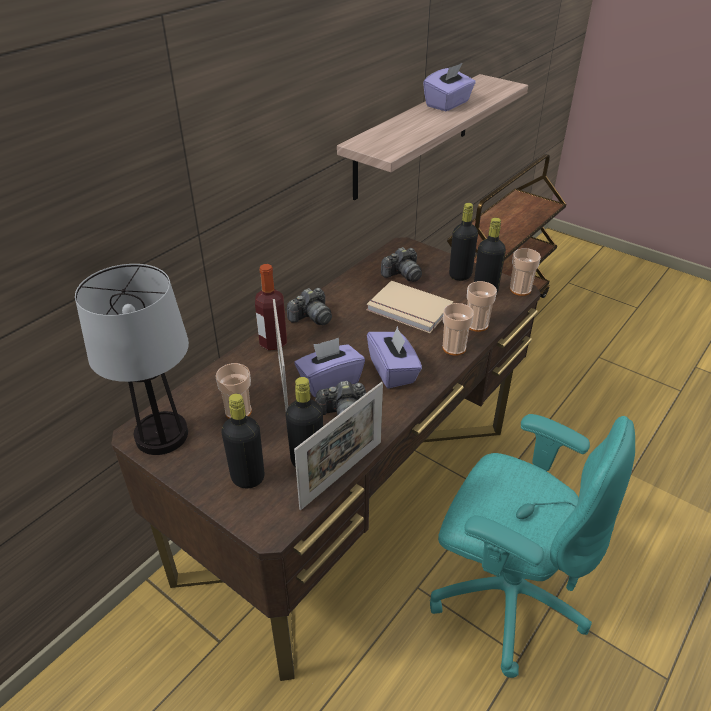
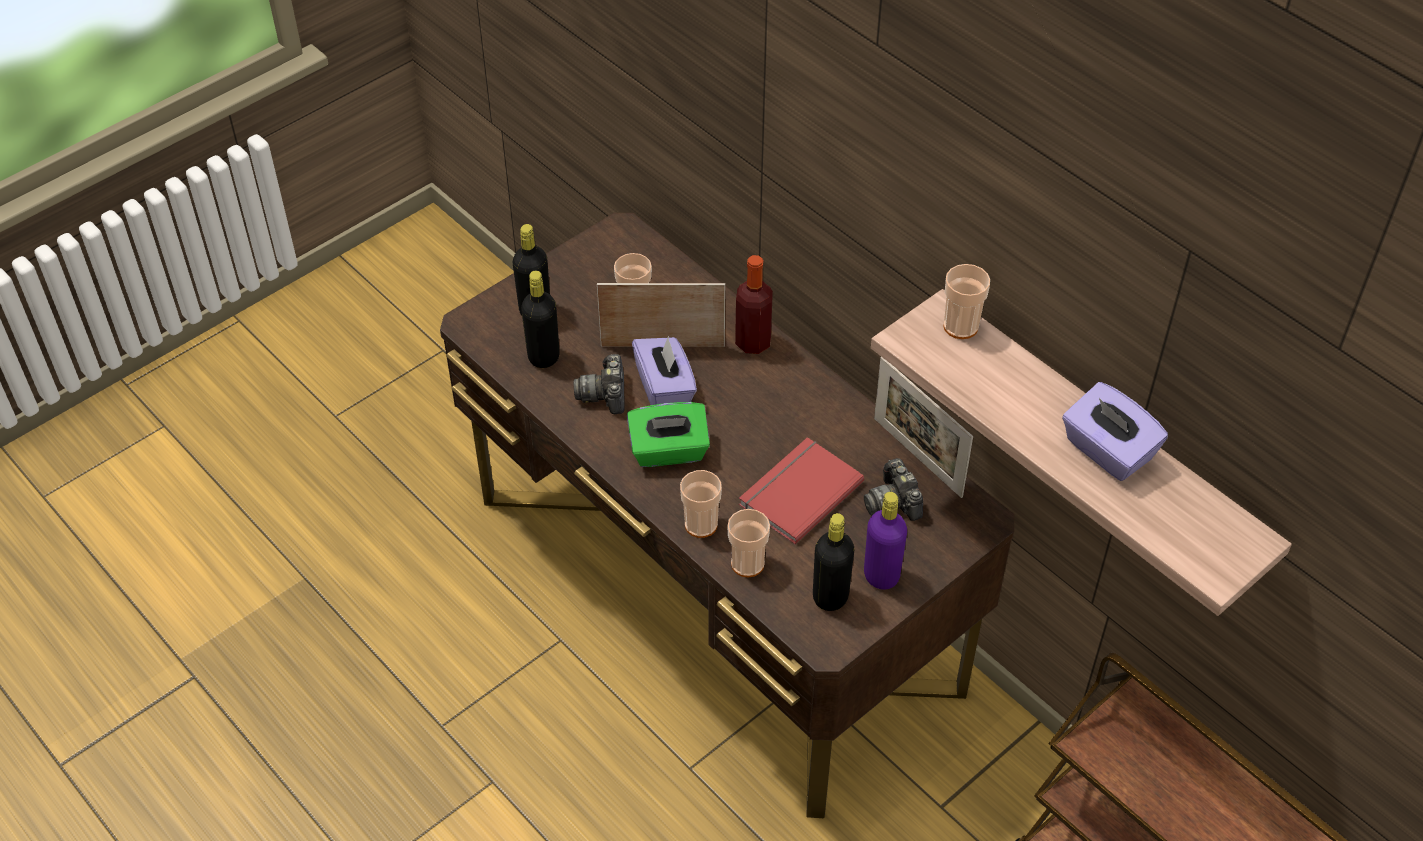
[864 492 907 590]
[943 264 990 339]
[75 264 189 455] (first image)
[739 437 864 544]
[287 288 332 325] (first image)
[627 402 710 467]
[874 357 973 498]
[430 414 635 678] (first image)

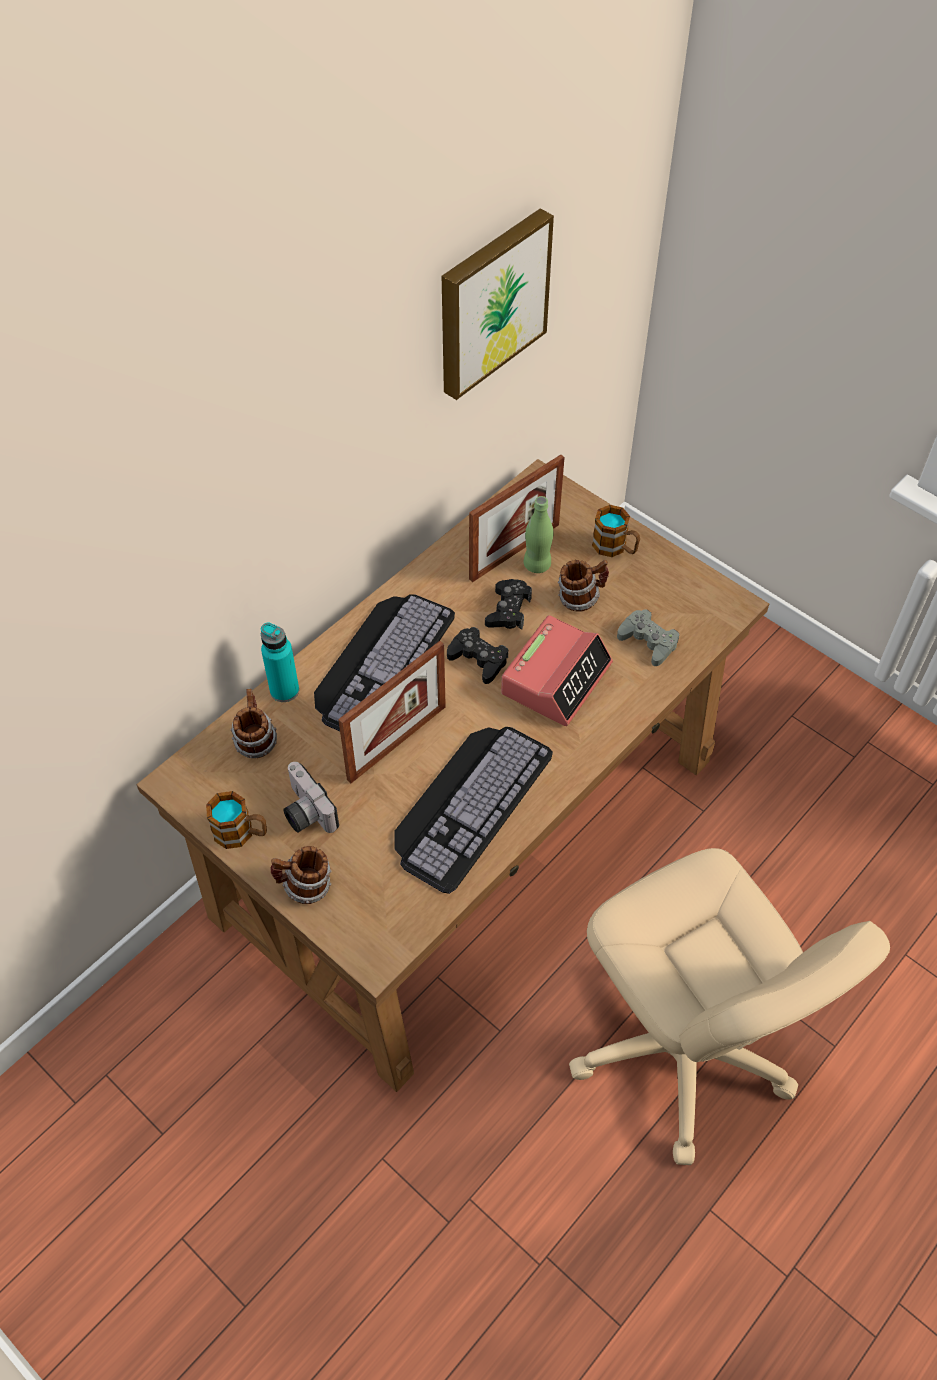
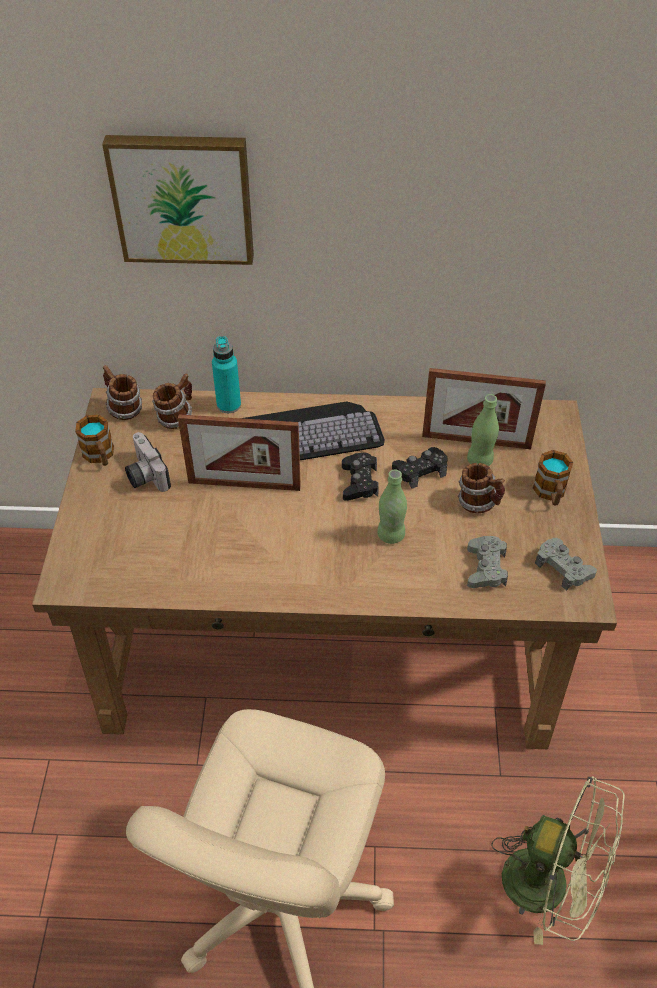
[102 135 254 265]
[377 469 407 544]
[394 727 553 894] (first image)
[125 432 171 492]
[103 365 142 420]
[535 538 597 591]
[491 776 625 945]

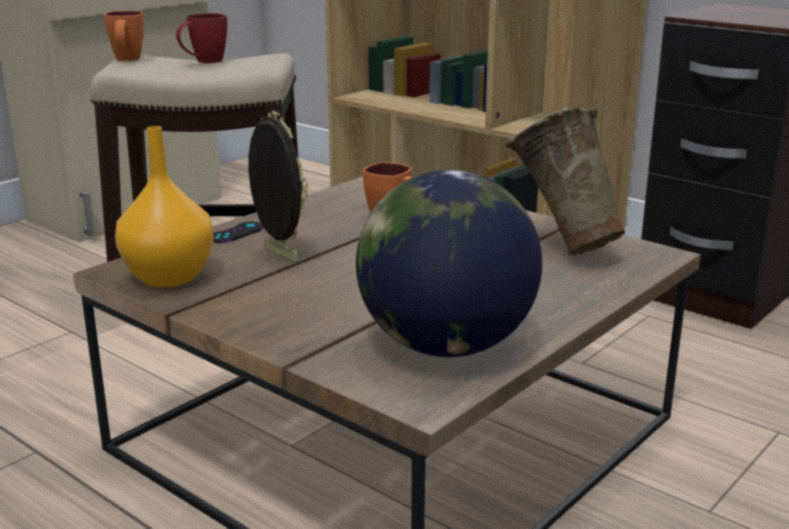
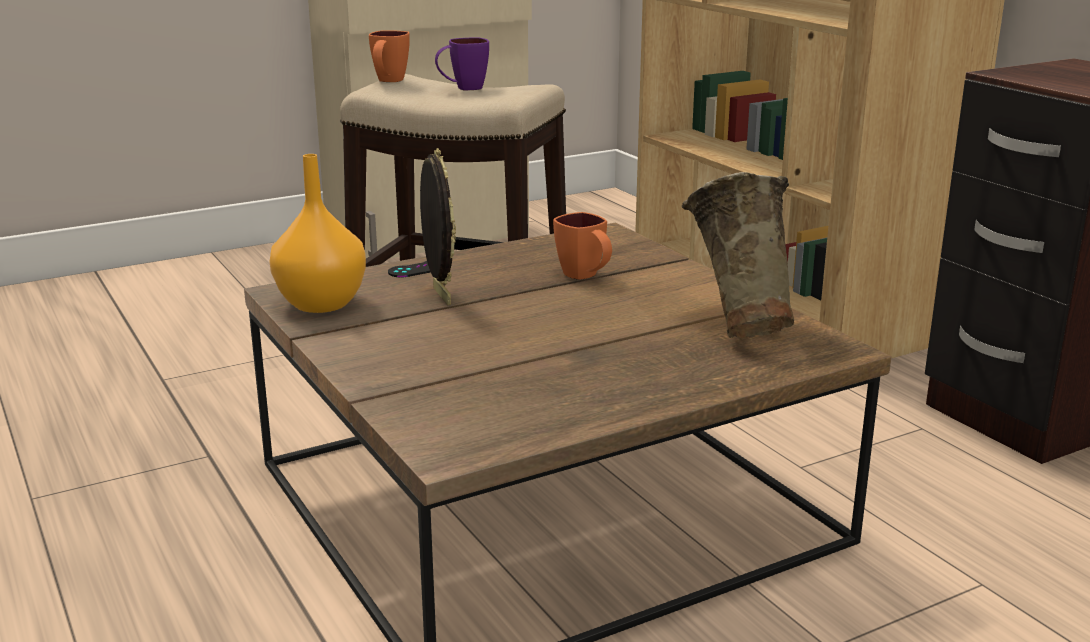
[435 38 489 90]
[356 170 542 357] (first image)

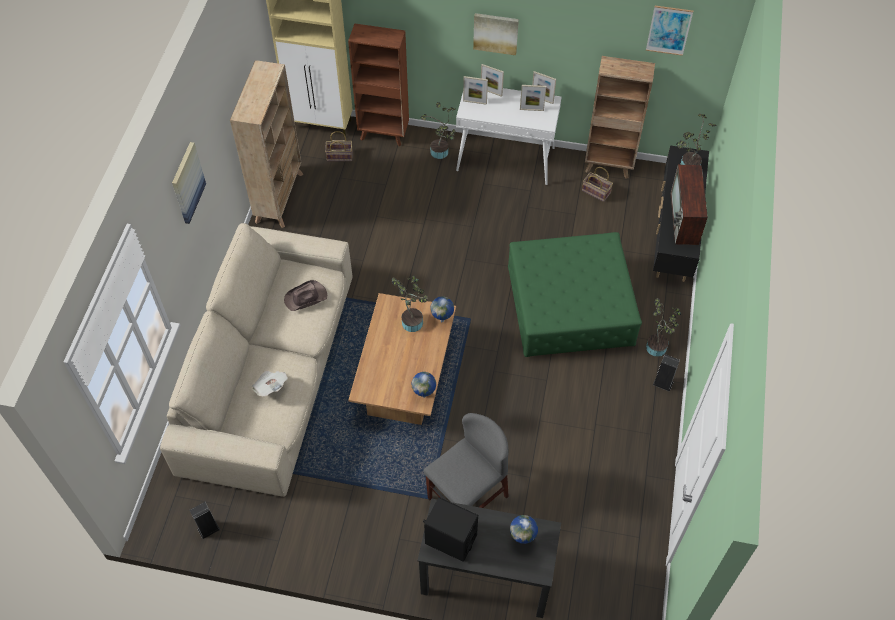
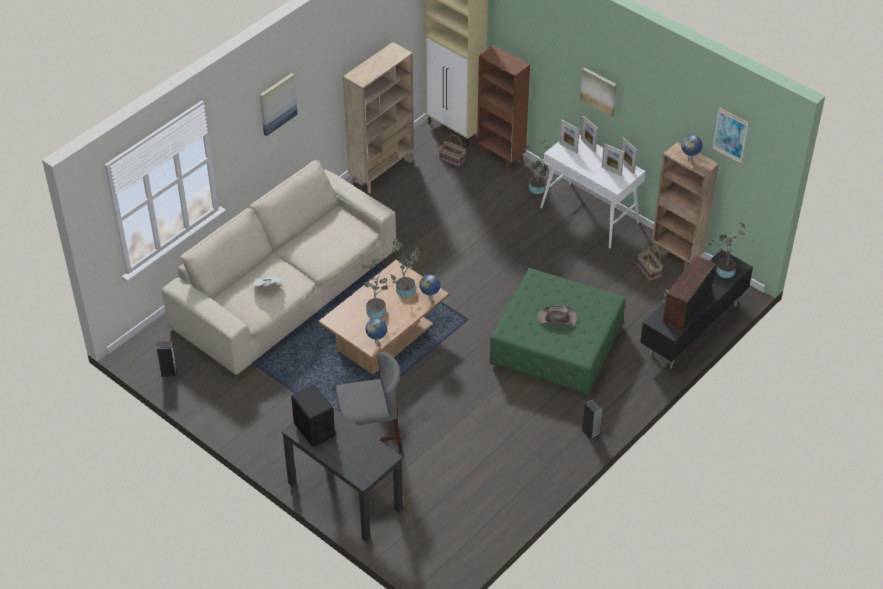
[538 306 577 326]
[362 258 398 319]
[681 135 702 162]

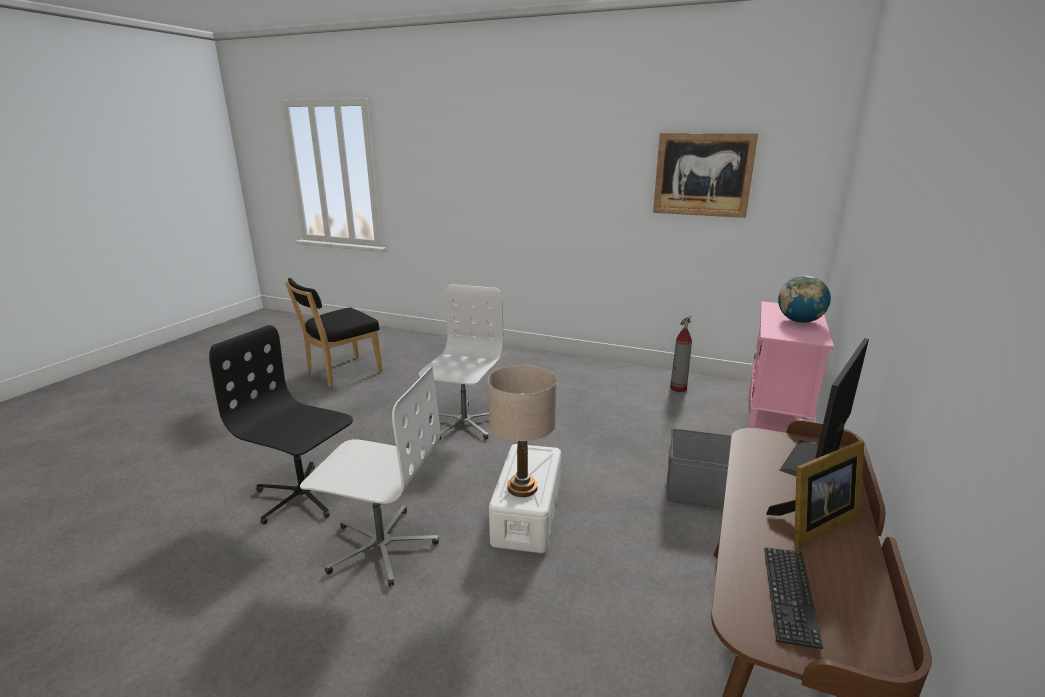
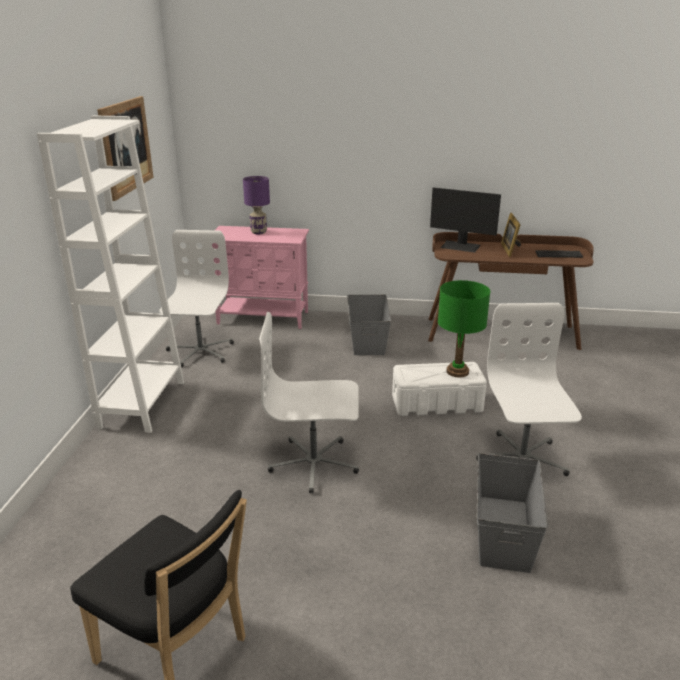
[243 176 270 234]
[159 230 234 367]
[477 453 548 573]
[438 280 491 378]
[501 213 521 257]
[37 116 184 433]

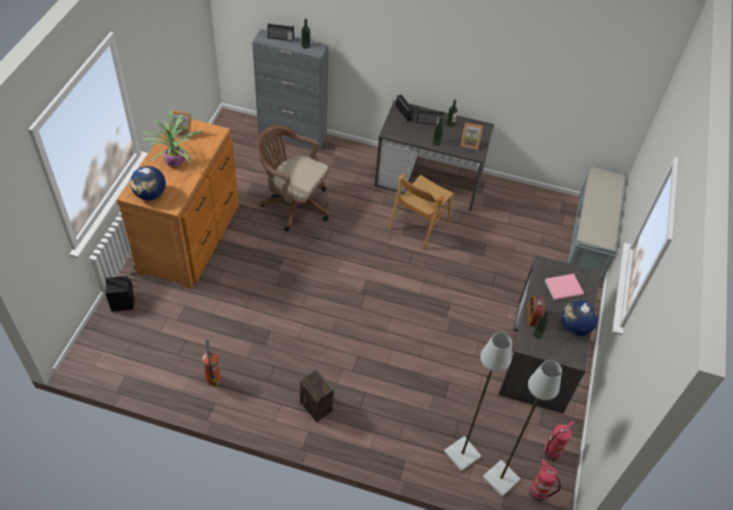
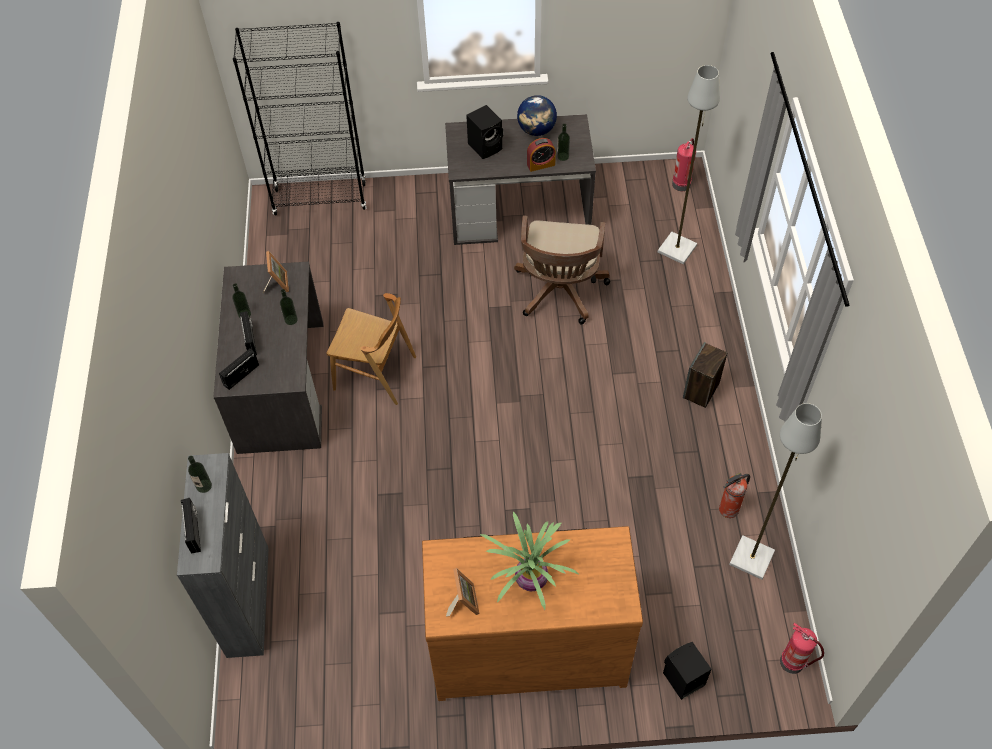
[514 215 610 324]
[130 166 166 200] (first image)
[233 22 366 215]
[466 105 503 159]
[729 403 822 580]
[780 623 824 674]

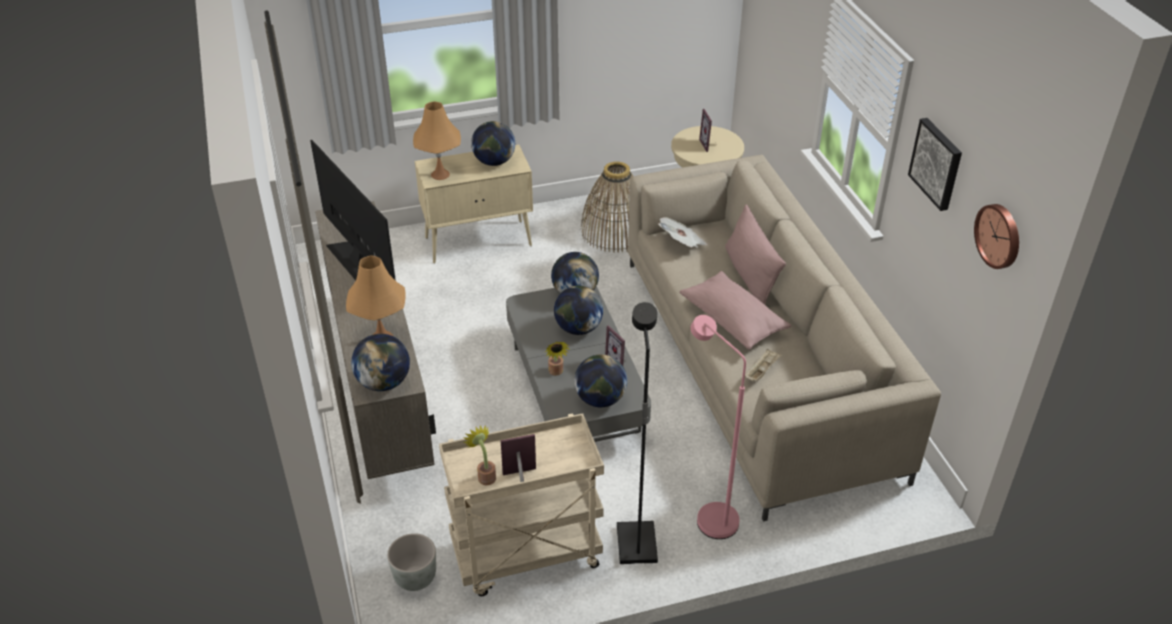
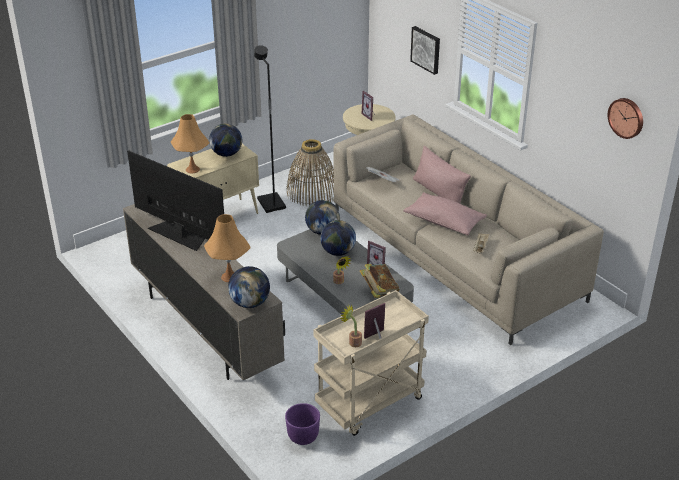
[410 26 440 75]
[254 45 286 213]
[690 315 746 539] (first image)
[360 264 399 298]
[285 403 320 445]

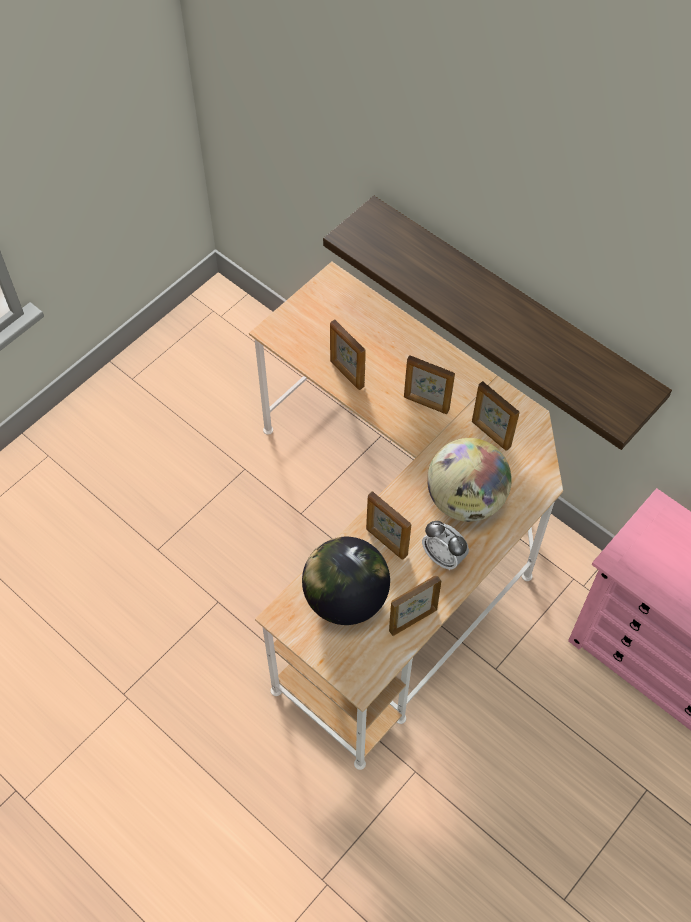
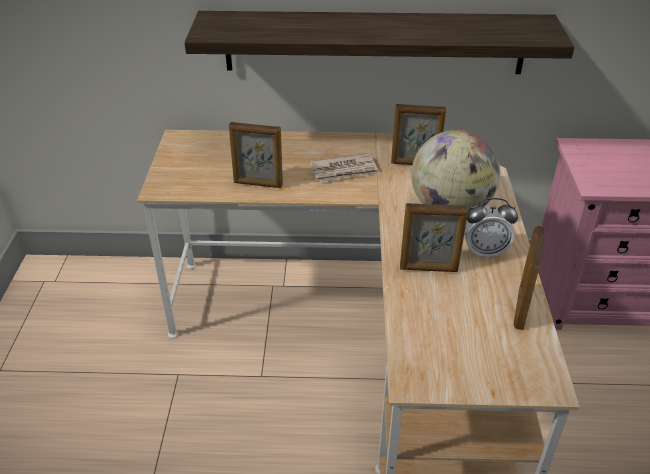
[309 153 380 182]
[302 537 390 625] (first image)

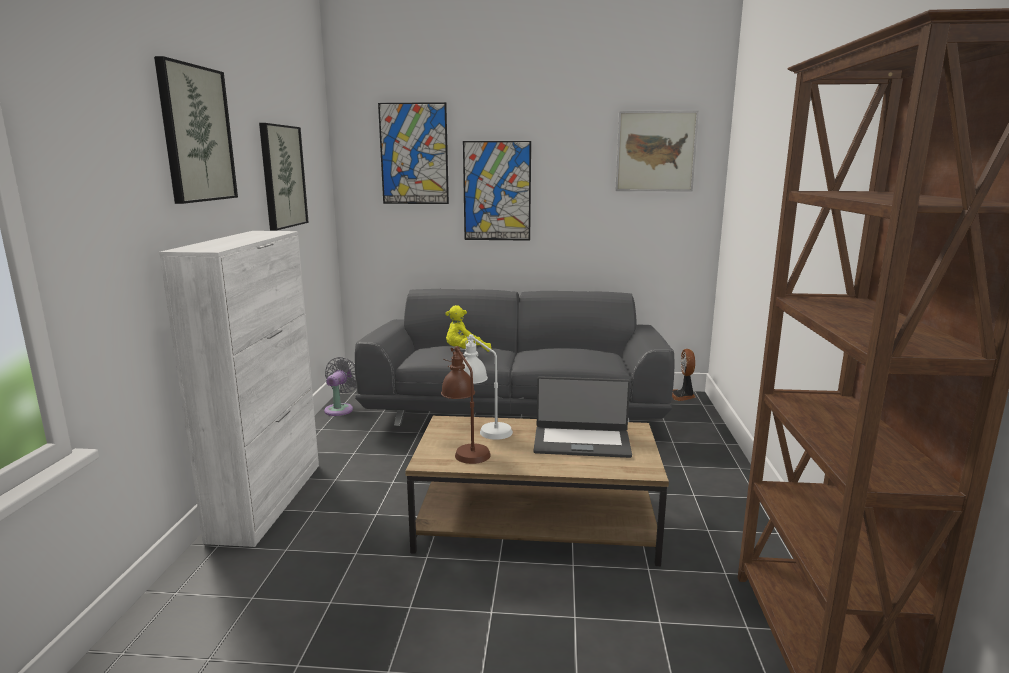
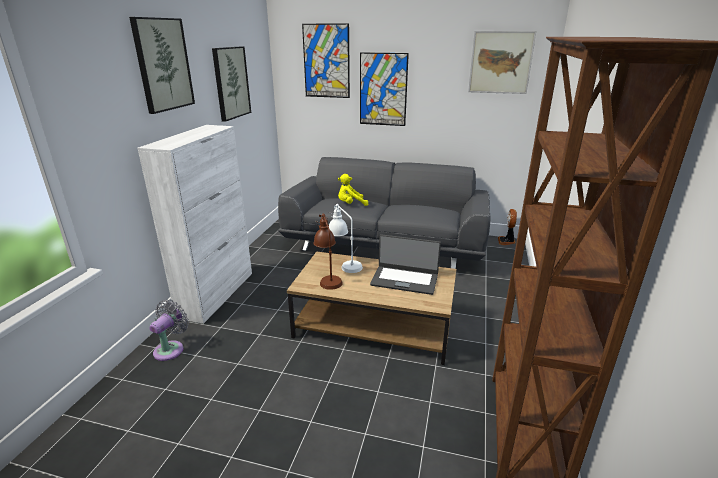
[149 300 189 361]

